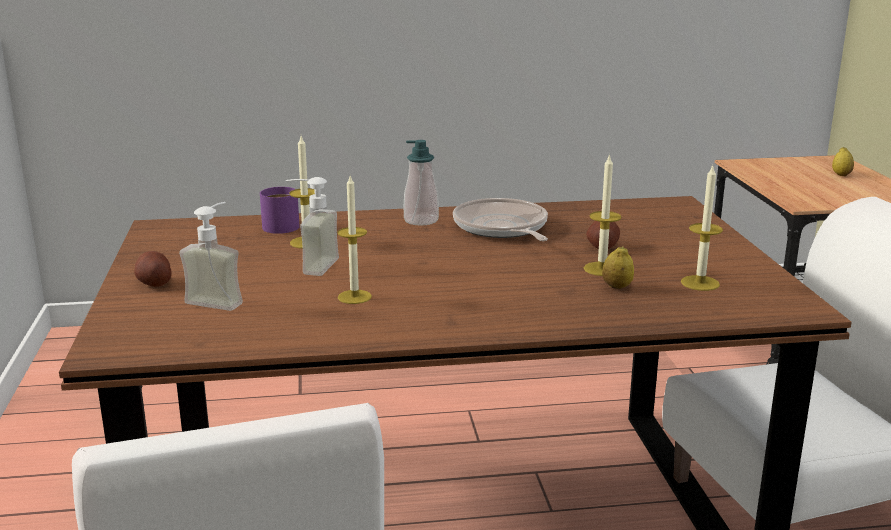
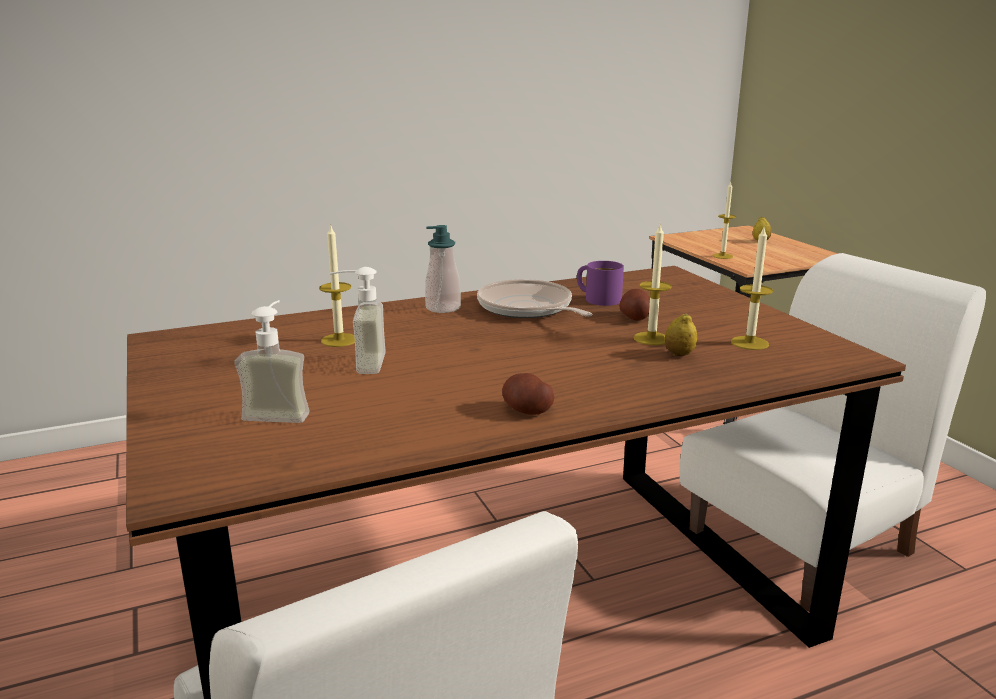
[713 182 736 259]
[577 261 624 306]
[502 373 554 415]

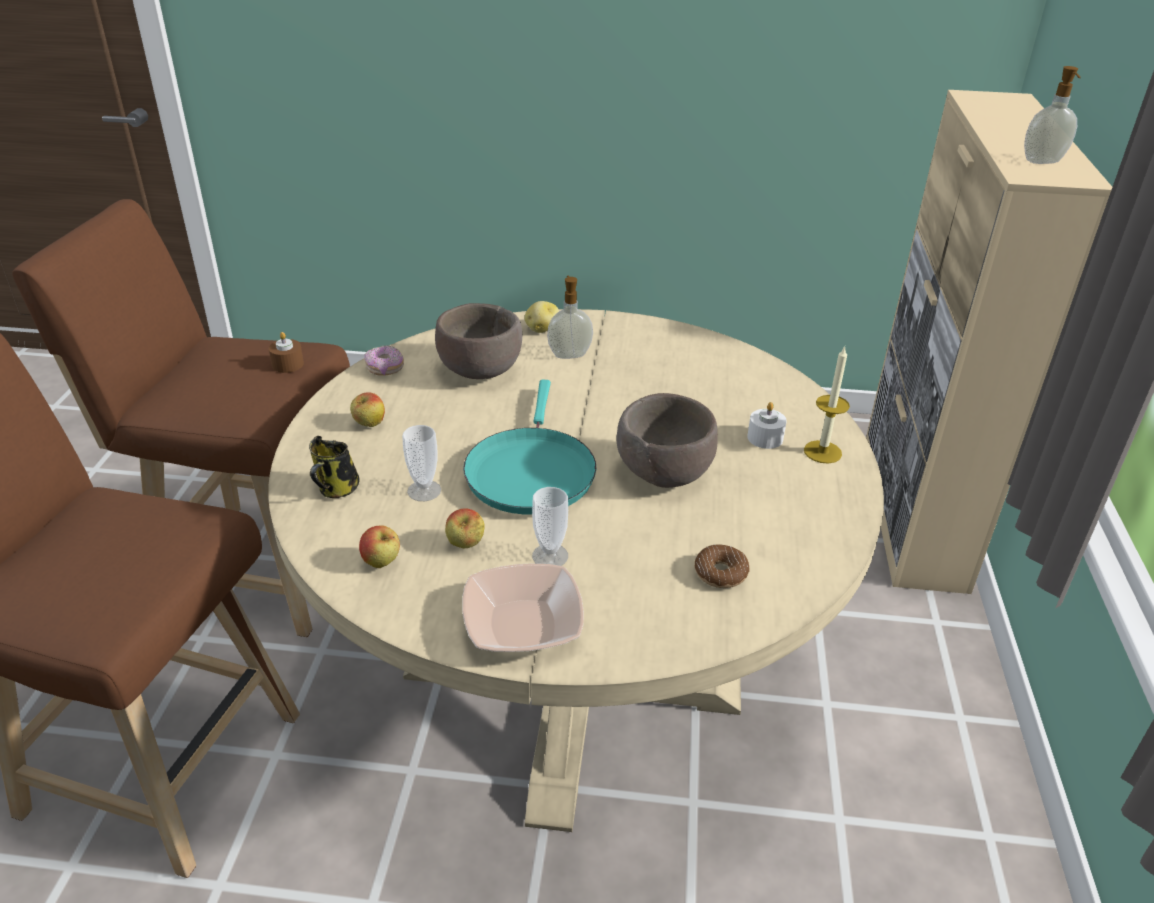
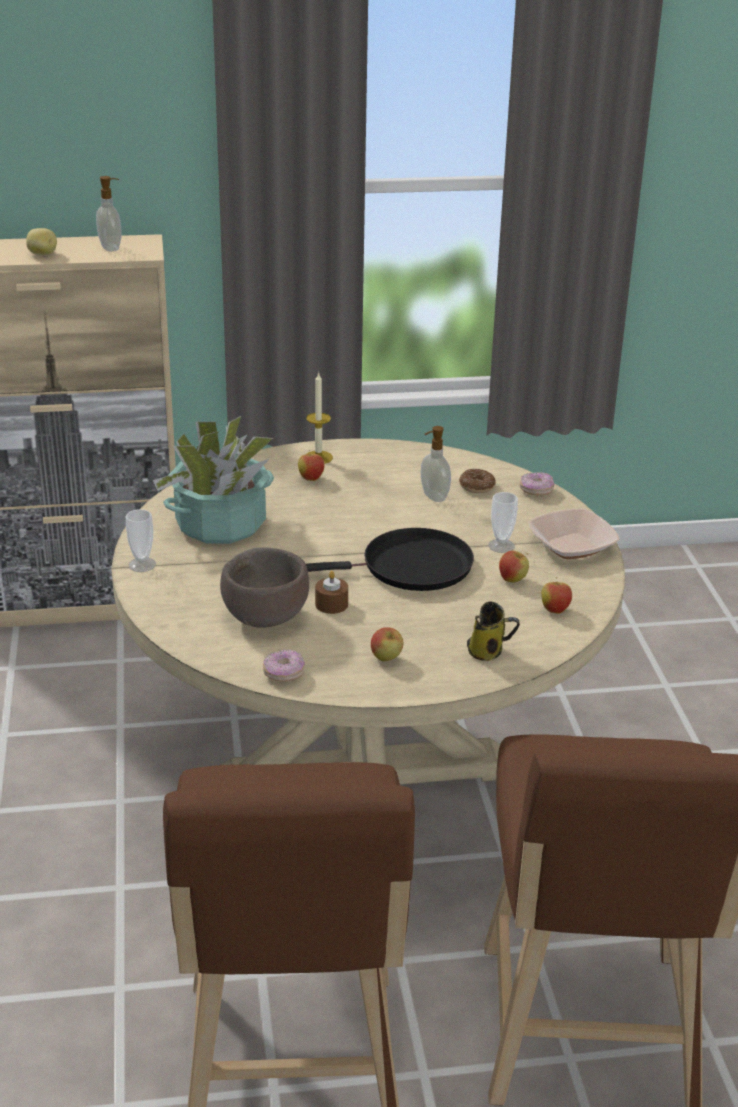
[421 426 451 502]
[26 228 57 255]
[315 571 348 614]
[306 528 474 591]
[617 393 718 488] (first image)
[298 450 325 481]
[126 509 156 572]
[153 416 274 544]
[520 472 554 496]

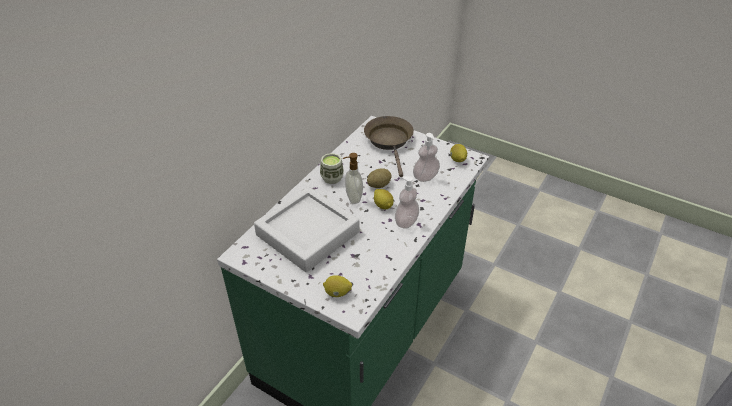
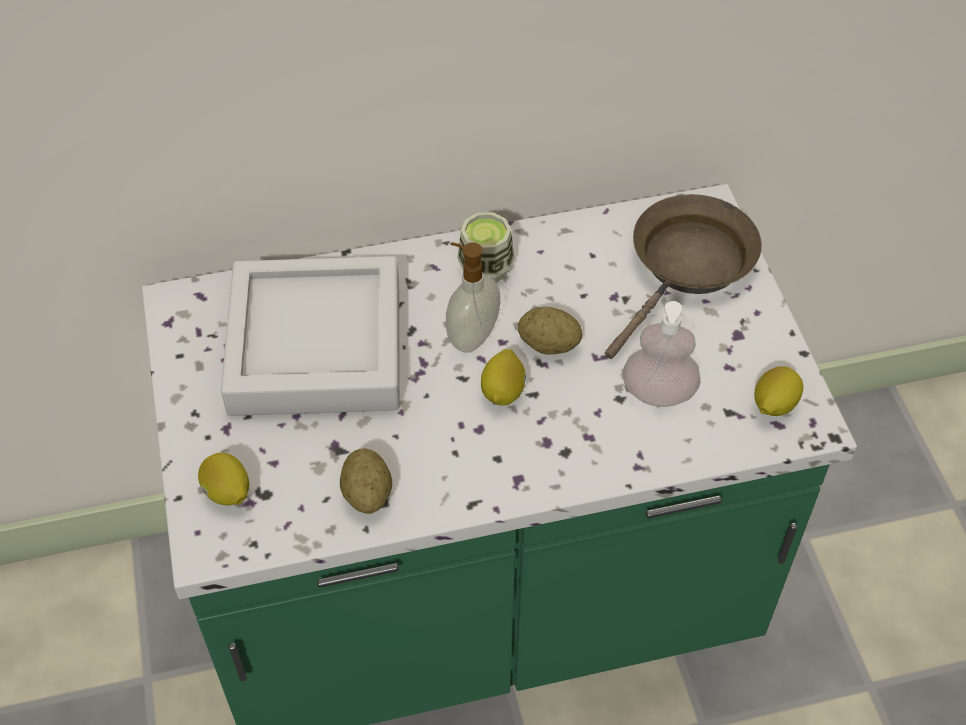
[395 176 419 229] (first image)
[340 448 392 514]

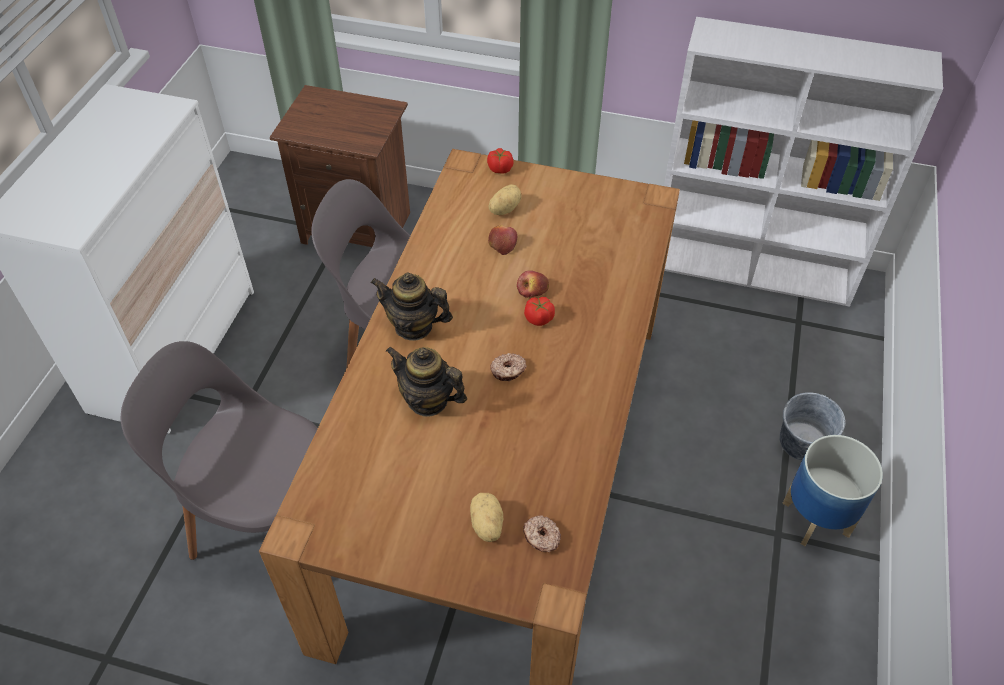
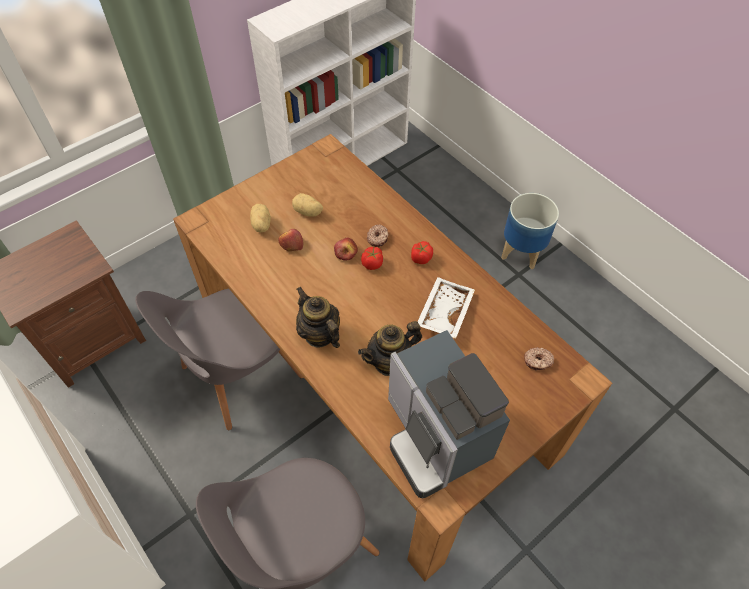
[411 241 433 264]
[296 287 340 348]
[367 224 389 247]
[779 392 845 461] (first image)
[292 193 323 217]
[417 277 475 339]
[388 330 510 498]

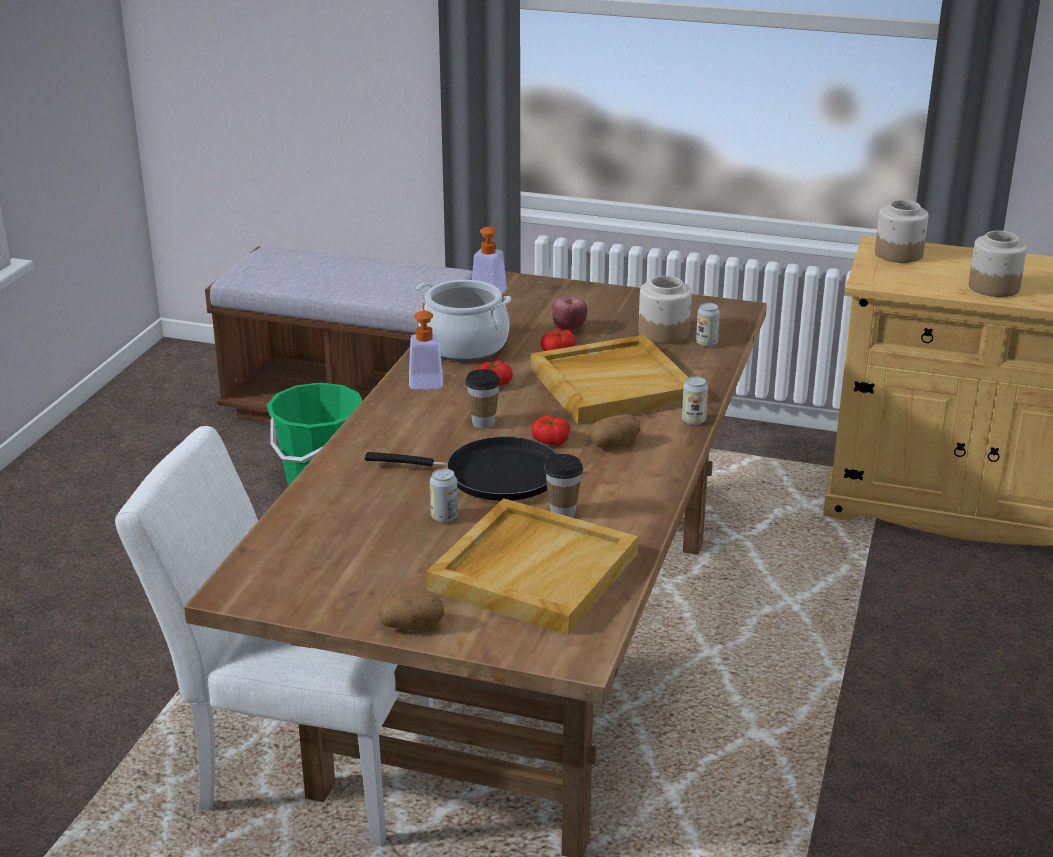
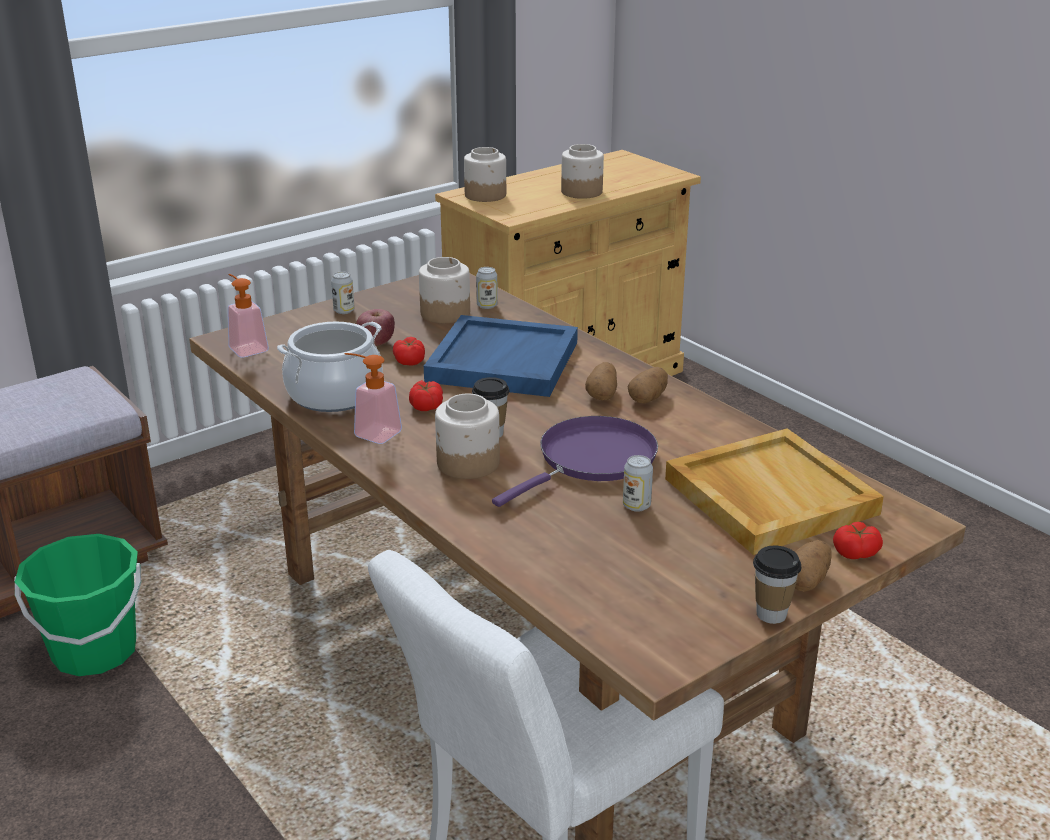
[424 315 578 397]
[331 272 355 314]
[833 522 883 559]
[492 416 658 507]
[753 546 802 624]
[628 367 668 404]
[435 394 500 479]

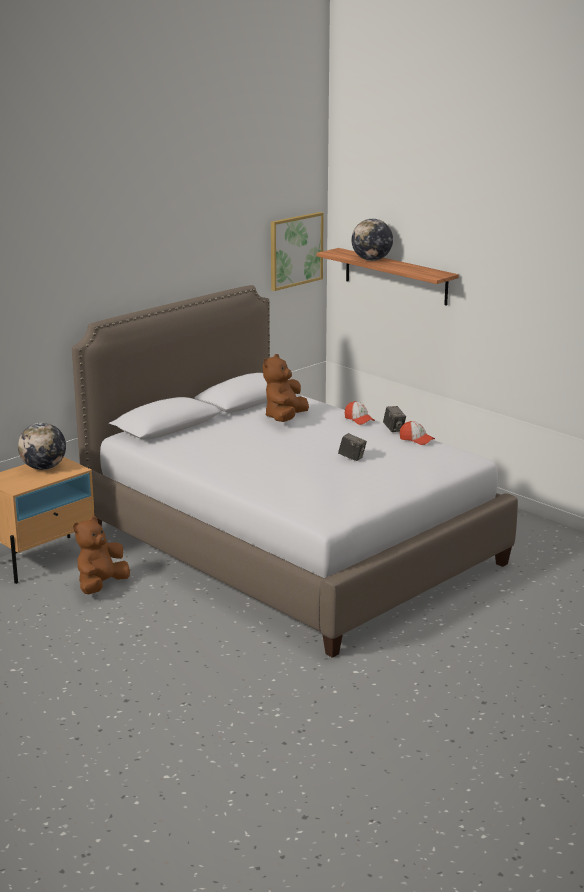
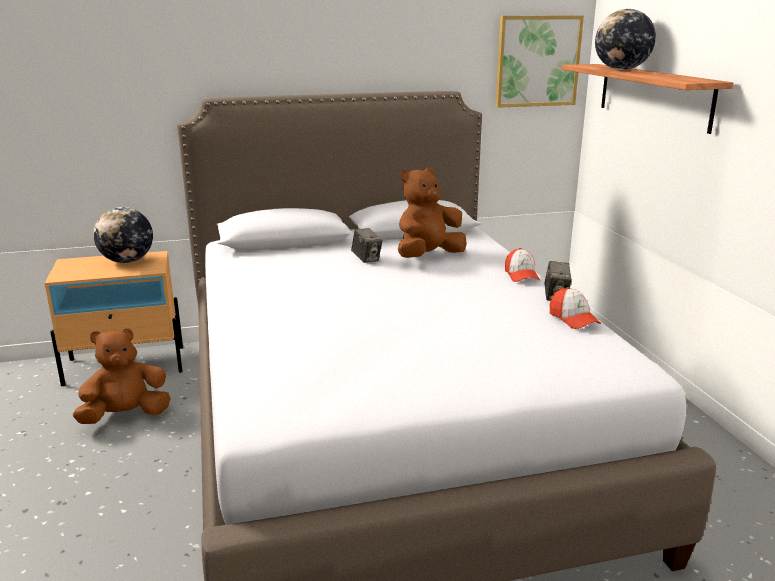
[351 228 382 263]

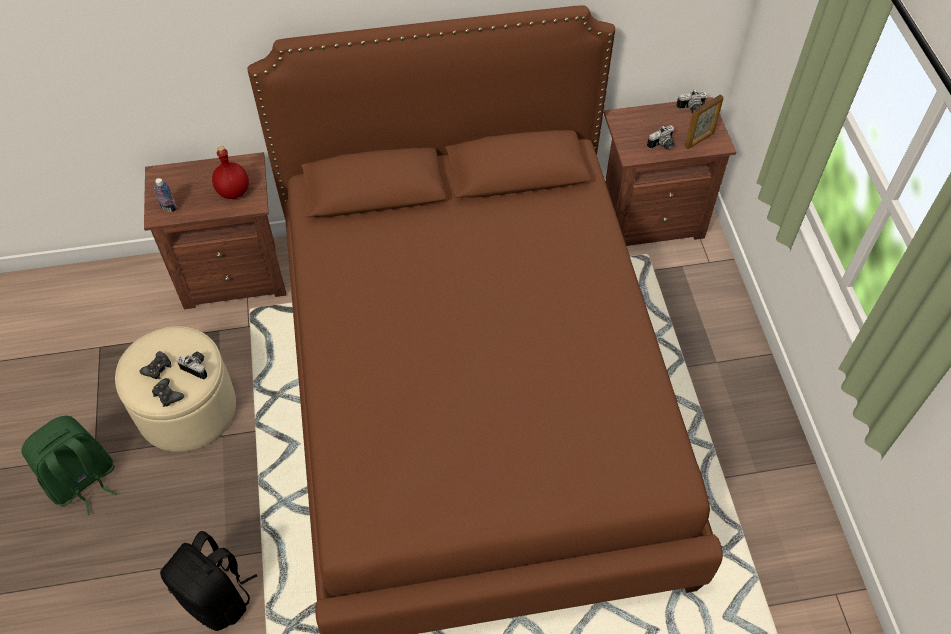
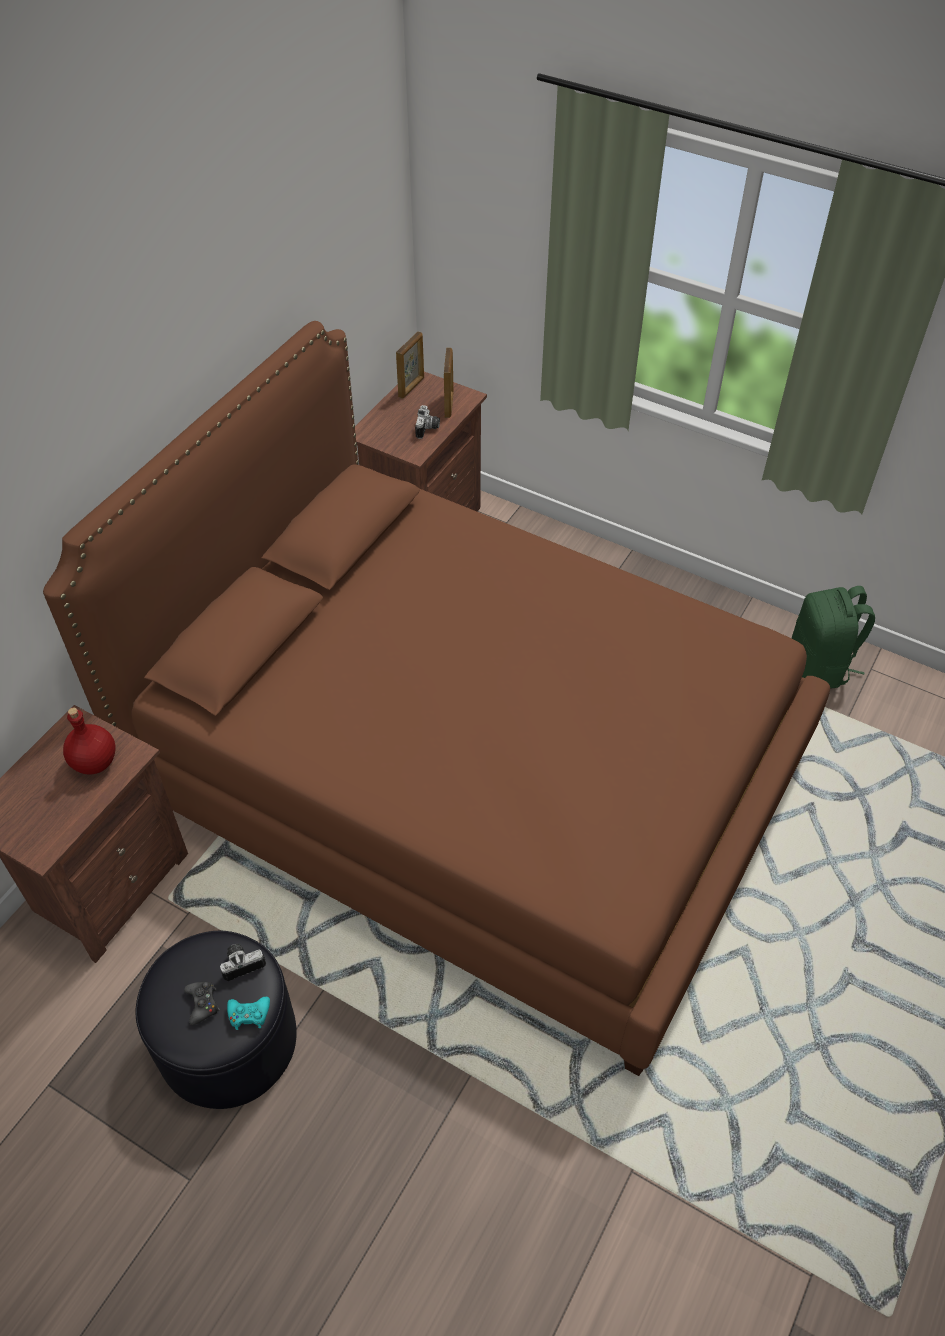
[396 331 424 399]
[154 178 177 212] (first image)
[136 931 297 1109]
[227 997 270 1030]
[792 586 875 689]
[160 531 257 631] (first image)

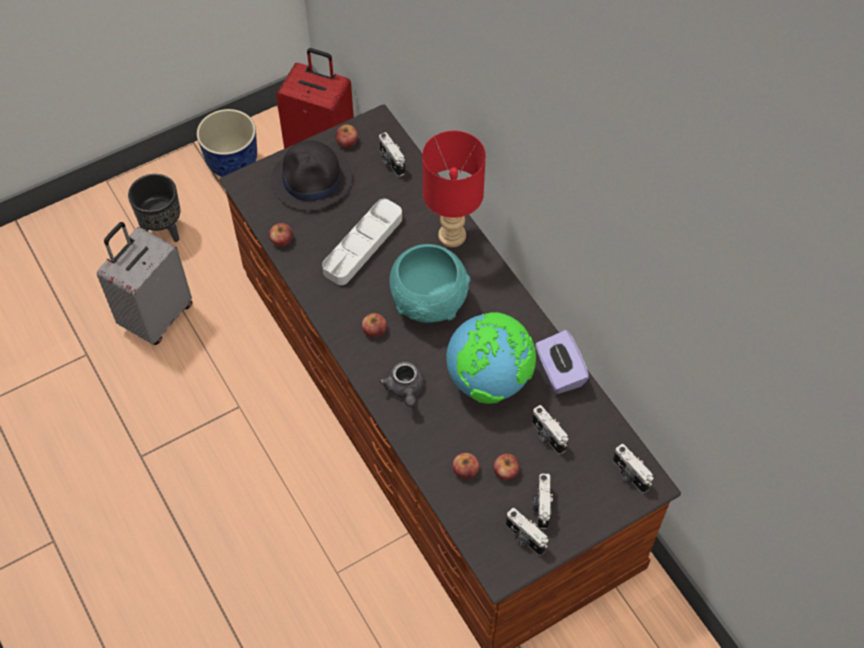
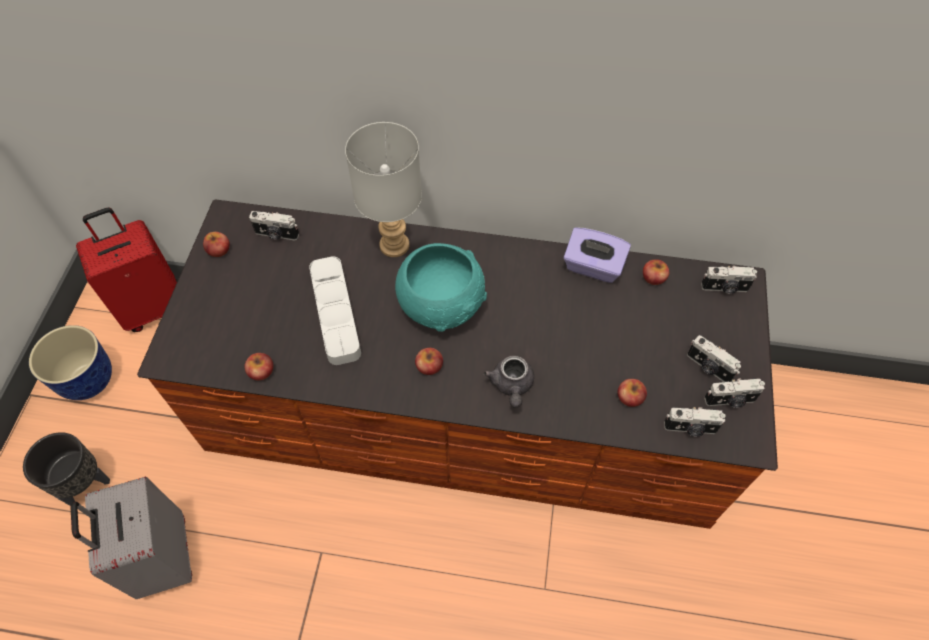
[345 122 422 257]
[271 140 353 211] (first image)
[446 312 536 404] (first image)
[484 356 534 408]
[664 407 726 437]
[643 259 669 285]

